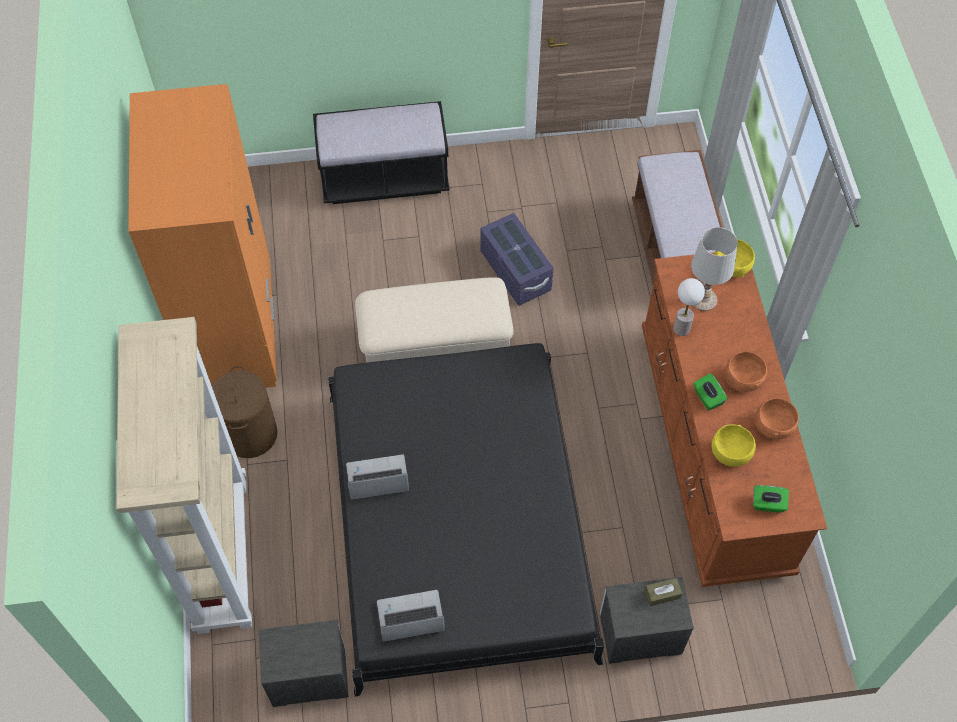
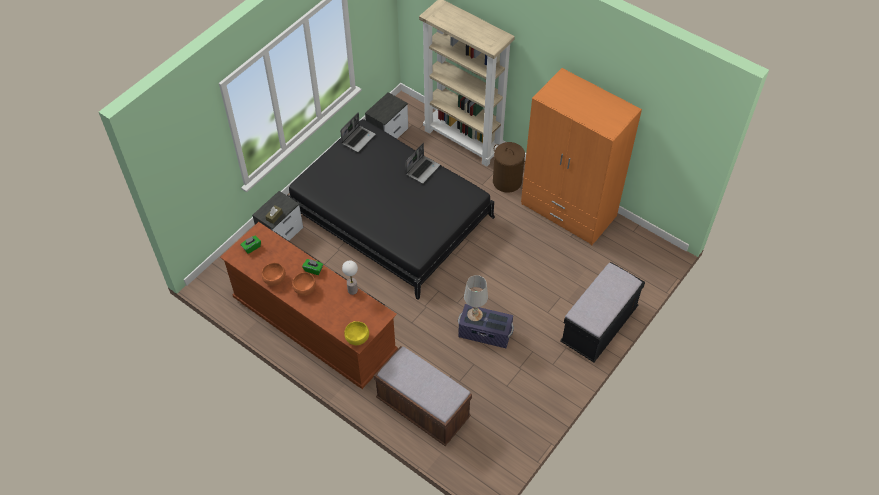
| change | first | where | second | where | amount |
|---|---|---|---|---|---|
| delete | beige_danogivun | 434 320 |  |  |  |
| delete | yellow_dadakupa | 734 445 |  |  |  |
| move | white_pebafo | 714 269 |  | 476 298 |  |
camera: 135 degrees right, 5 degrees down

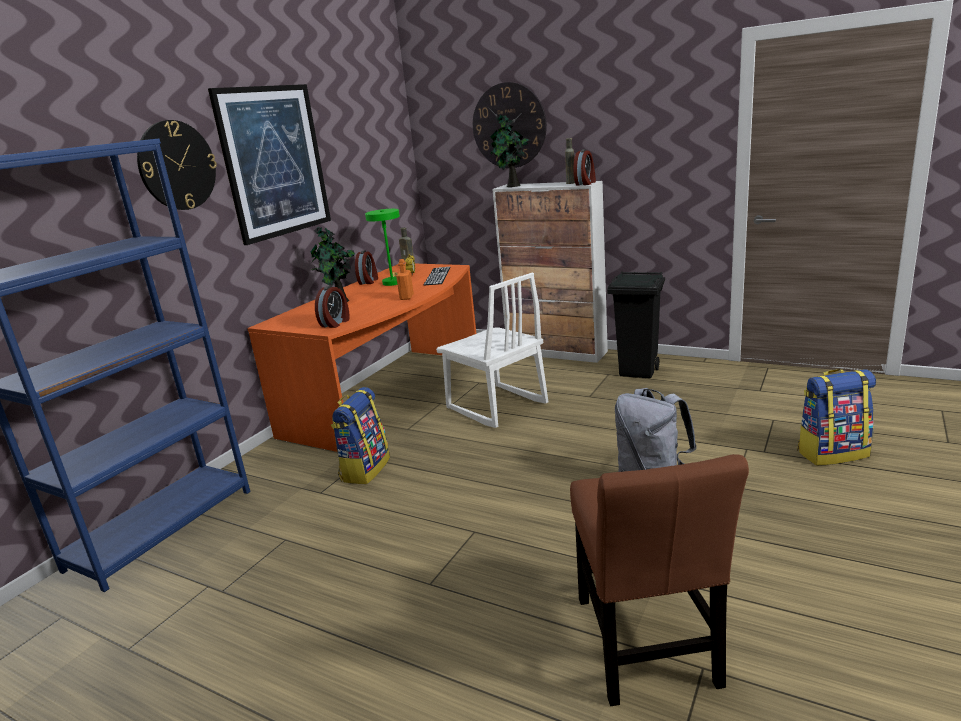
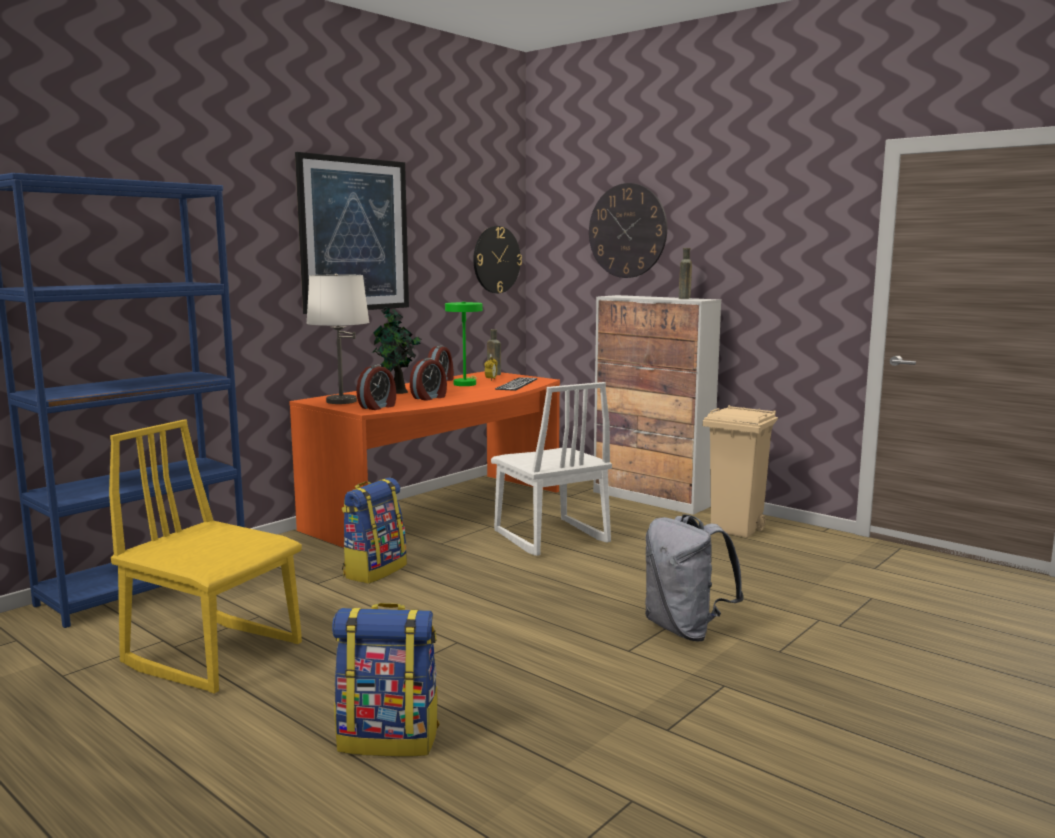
| change | first | where | second | where | amount |
|---|---|---|---|---|---|
| delete | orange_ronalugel | 405 279 |  |  |  |
| delete | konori | 510 150 |  |  |  |
| delete | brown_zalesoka | 659 580 |  |  |  |
| insert |  |  | yellow_zalesoka | 205 556 |  |
| insert |  |  | white_pebafo | 337 338 |  |
| move | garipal | 177 165 |  | 497 259 |  |
| move | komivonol | 584 167 |  | 428 379 |  |
| move | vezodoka | 837 417 |  | 386 680 |  |
| recolor | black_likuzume | 636 325 | beige_likuzume | 740 471 |  |
camera: 10 degrees right, 10 degrees down

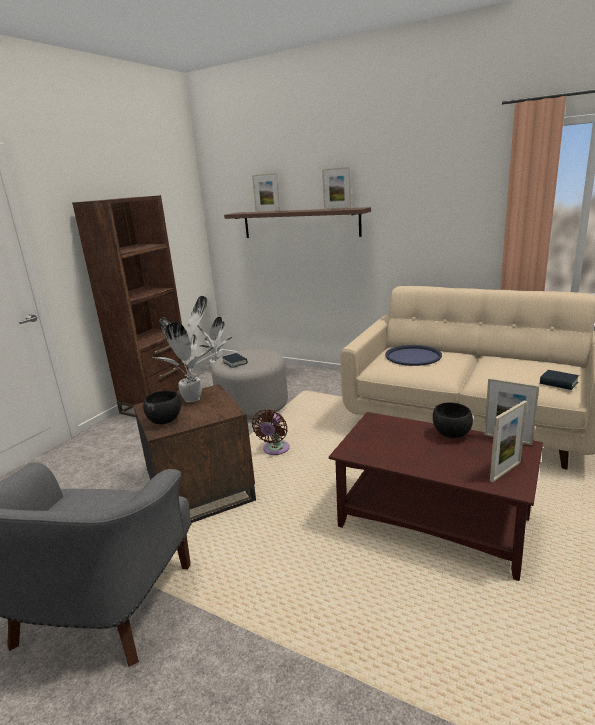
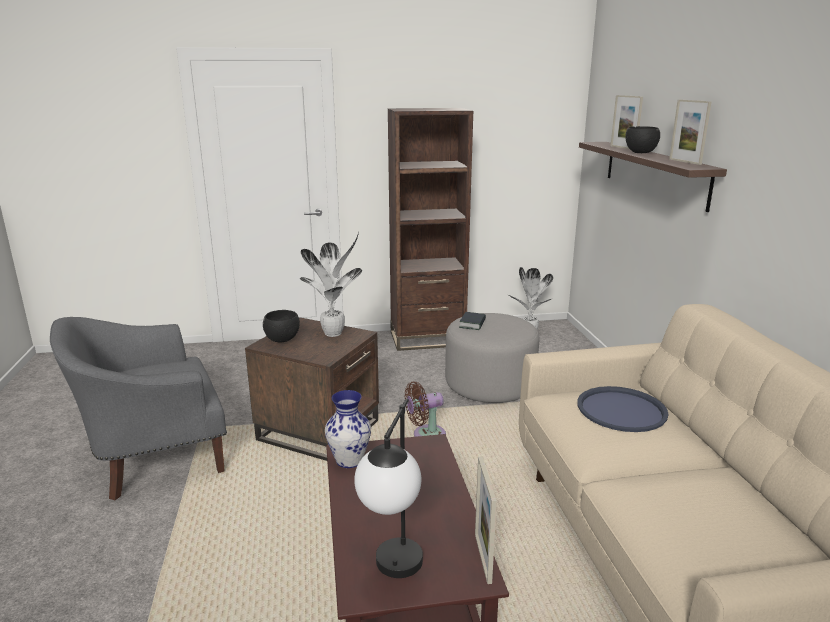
| change | first | where | second | where | amount |
|---|---|---|---|---|---|
| delete | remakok | 559 380 |  |  |  |
| insert |  |  | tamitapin | 348 429 |  |
| move | black_dadakupa | 453 420 |  | 642 139 |  |
| replace | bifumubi | 508 441 | pebafo | 388 488 |  |
camera: 50 degrees right, 0 degrees up

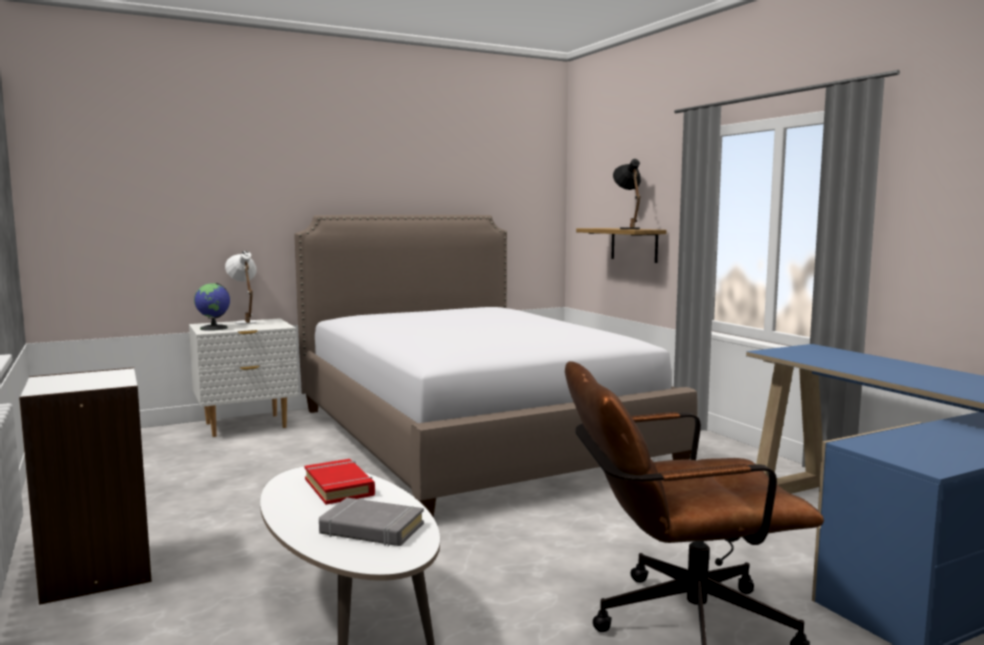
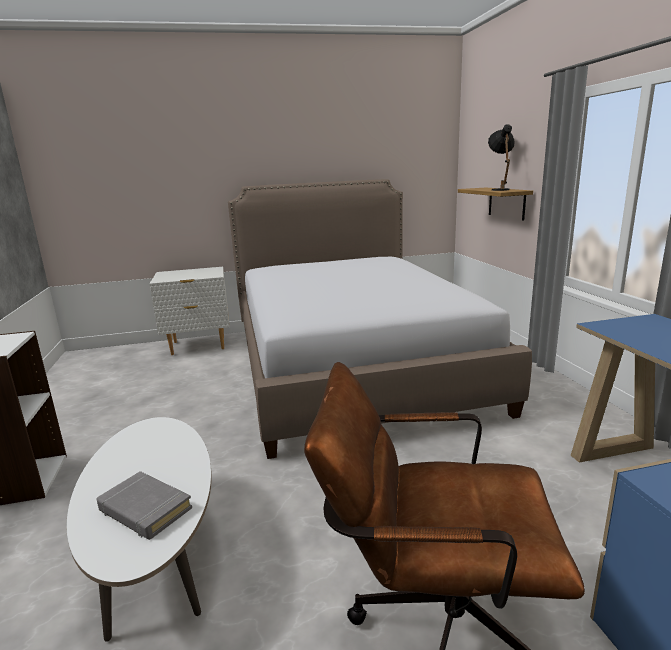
| change | first | where | second | where | amount |
|---|---|---|---|---|---|
| delete | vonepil | 212 307 |  |  |  |
| delete | white_pebafo | 241 288 |  |  |  |
| delete | red_remakok | 340 482 |  |  |  |
camera: 15 degrees right, 10 degrees up

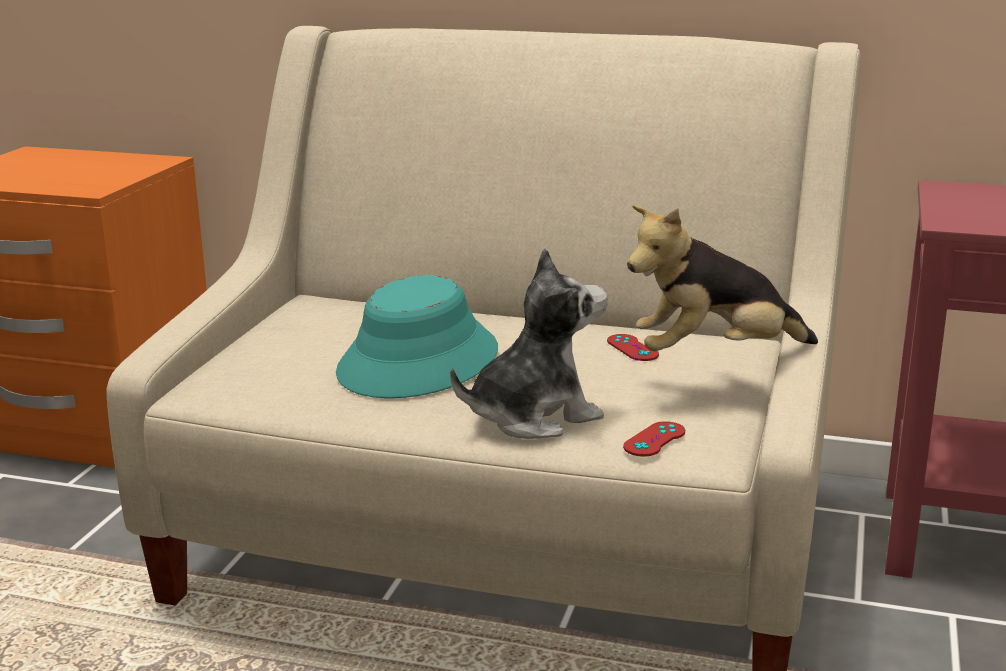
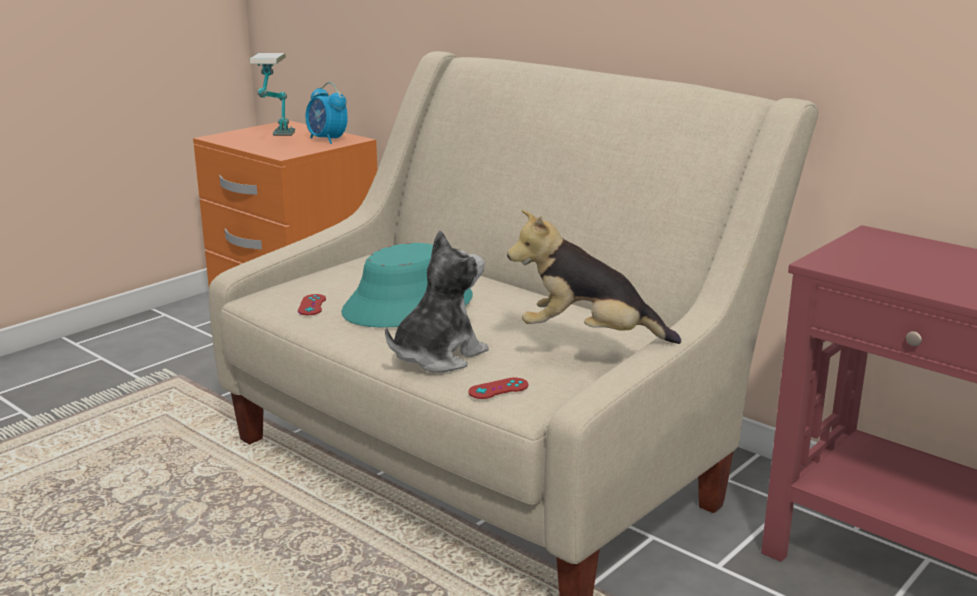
| change | first | where | second | where | amount |
|---|---|---|---|---|---|
| insert |  |  | pebafo | 272 94 |  |
| insert |  |  | komivonol | 327 113 |  |
| move | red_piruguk | 633 347 |  | 312 304 |  |
| rotate | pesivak | 529 343 |  | 436 301 | 45 degrees counterclockwise |
camera: 25 degrees right, 0 degrees up

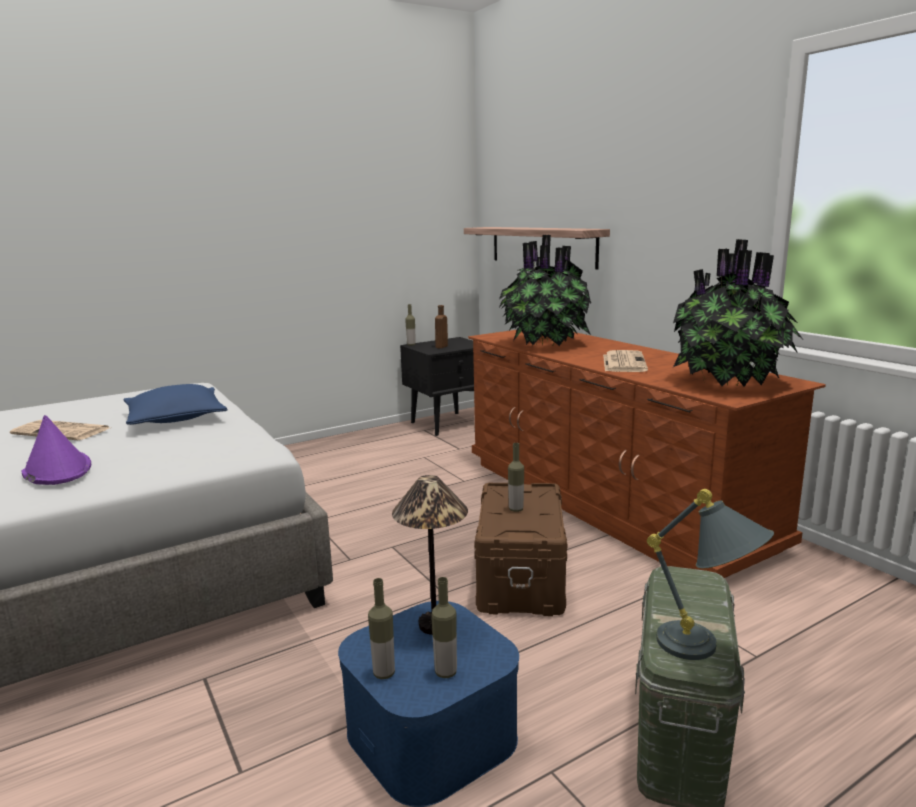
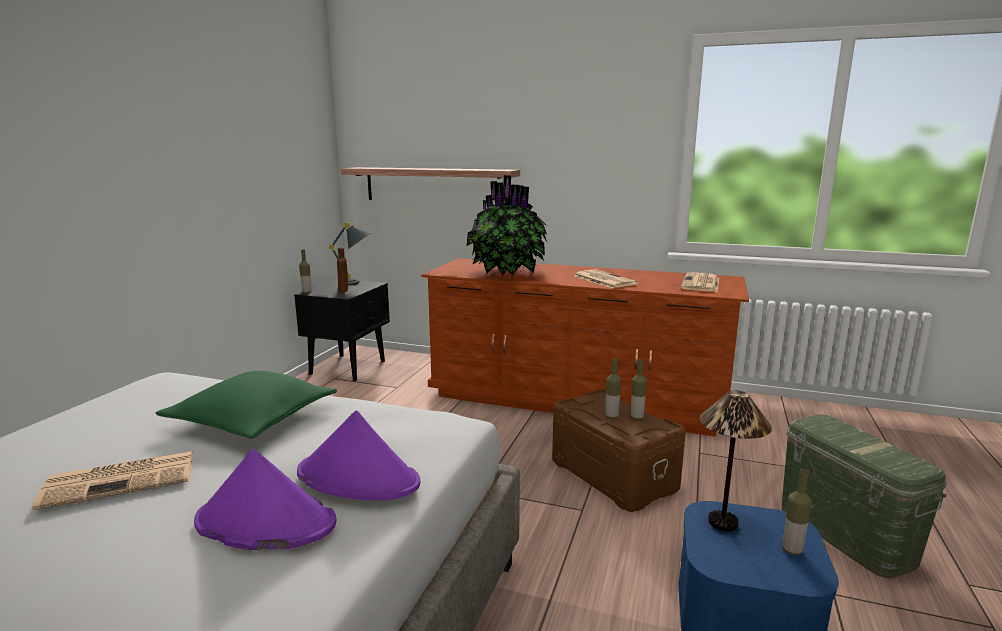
| change | first | where | second | where | amount |
|---|---|---|---|---|---|
| insert |  |  | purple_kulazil | 358 455 |  |
| move | ronalugel | 381 628 |  | 639 389 |  |
| move | grey_pebafo | 710 574 |  | 349 253 |  |
| replace | konori | 738 313 | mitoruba | 700 282 |  |
| recolor | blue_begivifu | 176 404 | green_begivifu | 246 405 |  |
camera: 40 degrees left, 0 degrees up

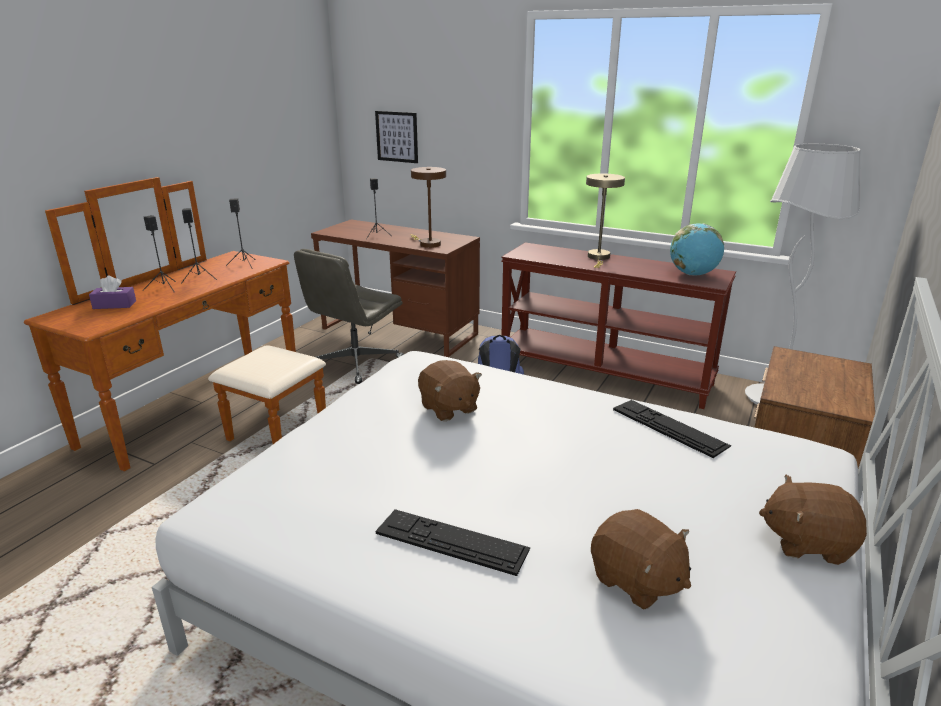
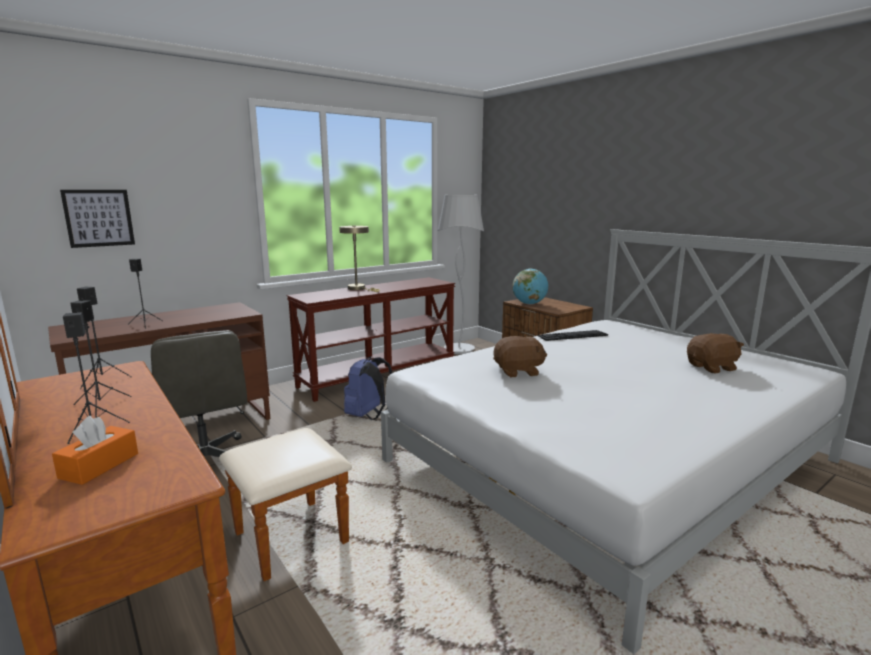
| change | first | where | second | where | amount |
|---|---|---|---|---|---|
| delete | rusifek | 453 542 |  |  |  |
| delete | brown_pebafo | 428 207 |  |  |  |
| delete | brown_pesivak | 813 520 |  |  |  |
| move | vonepil | 697 249 |  | 530 287 |  |
| recolor | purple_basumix | 112 292 | orange_basumix | 95 450 |  |
camera: 65 degrees left, 10 degrees down

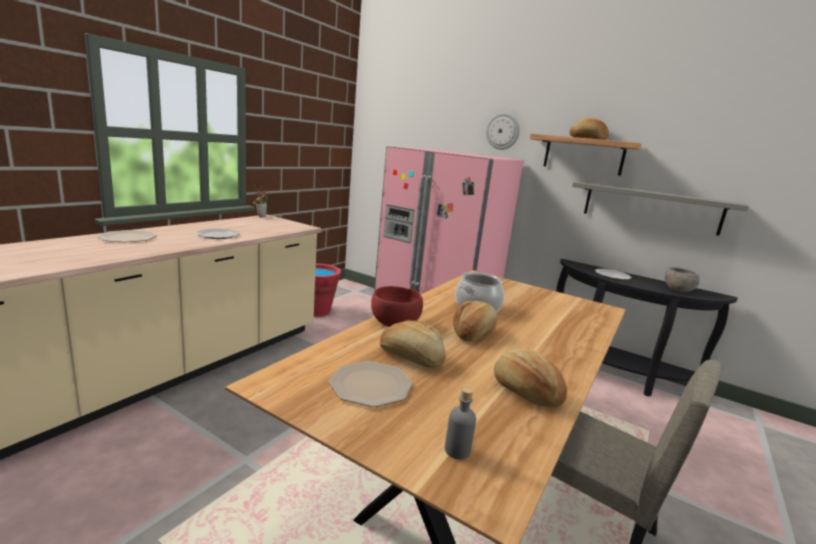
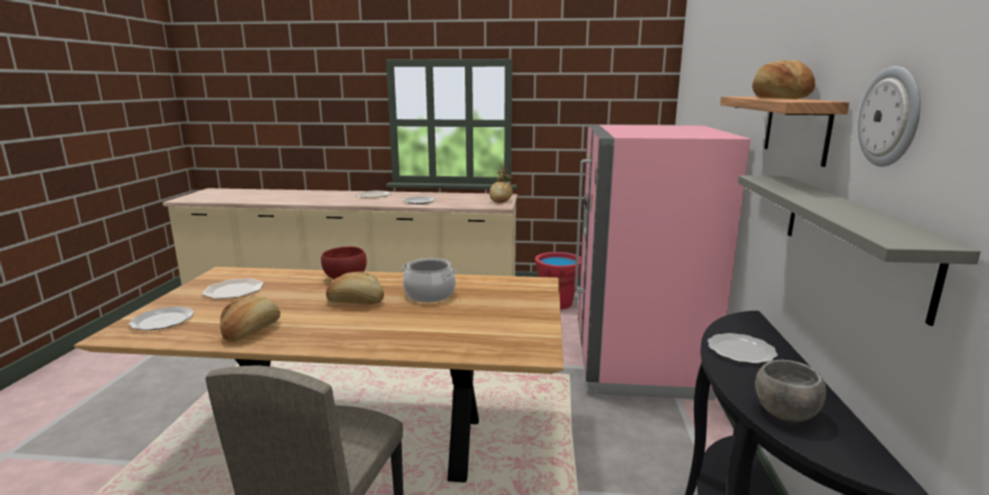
| change | first | where | second | where | amount |
|---|---|---|---|---|---|
| move | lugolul | 412 344 |  | 501 192 |  |
| move | garipal | 503 131 |  | 889 116 |  |
| replace | grey_ronalugel | 460 423 | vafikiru | 161 318 |  |
camera: 65 degrees right, 0 degrees up

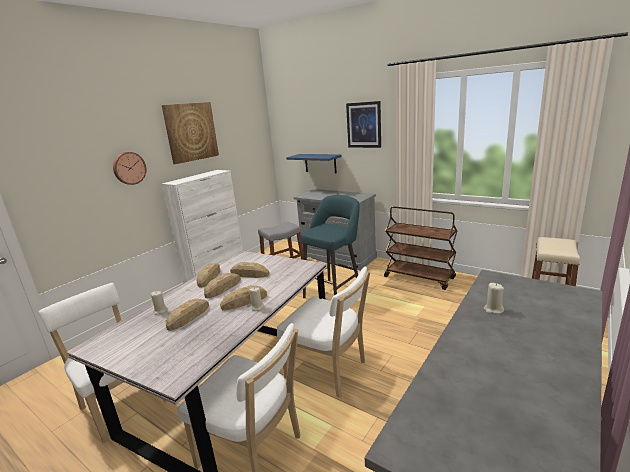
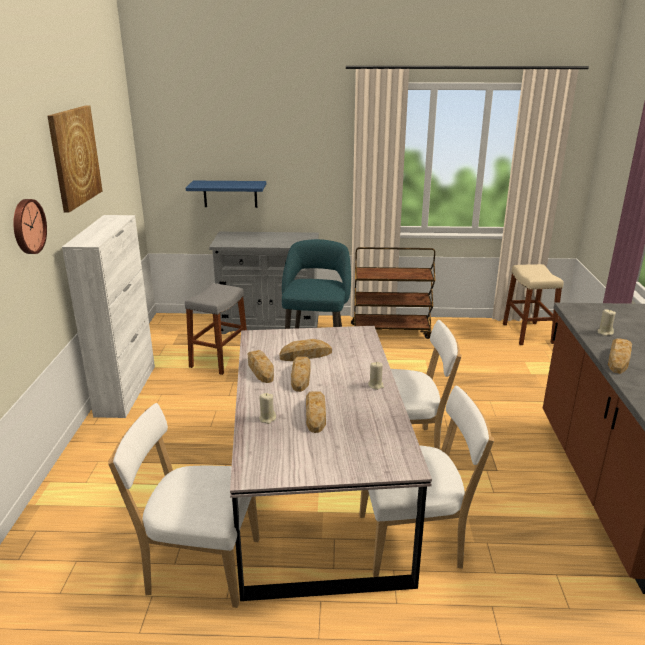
| change | first | where | second | where | amount |
|---|---|---|---|---|---|
| delete | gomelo | 363 124 |  |  |  |
| move | lugolul | 243 297 |  | 620 356 |  |
camera: 35 degrees left, 5 degrees up

